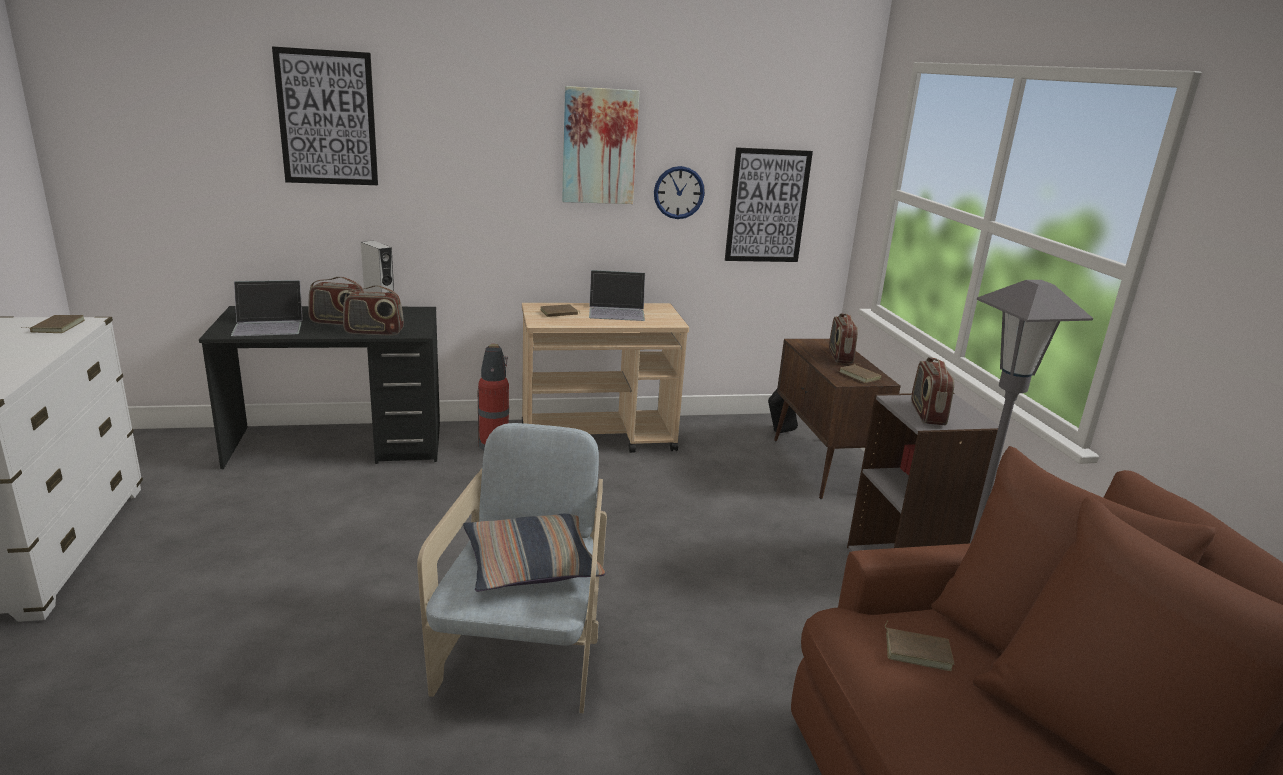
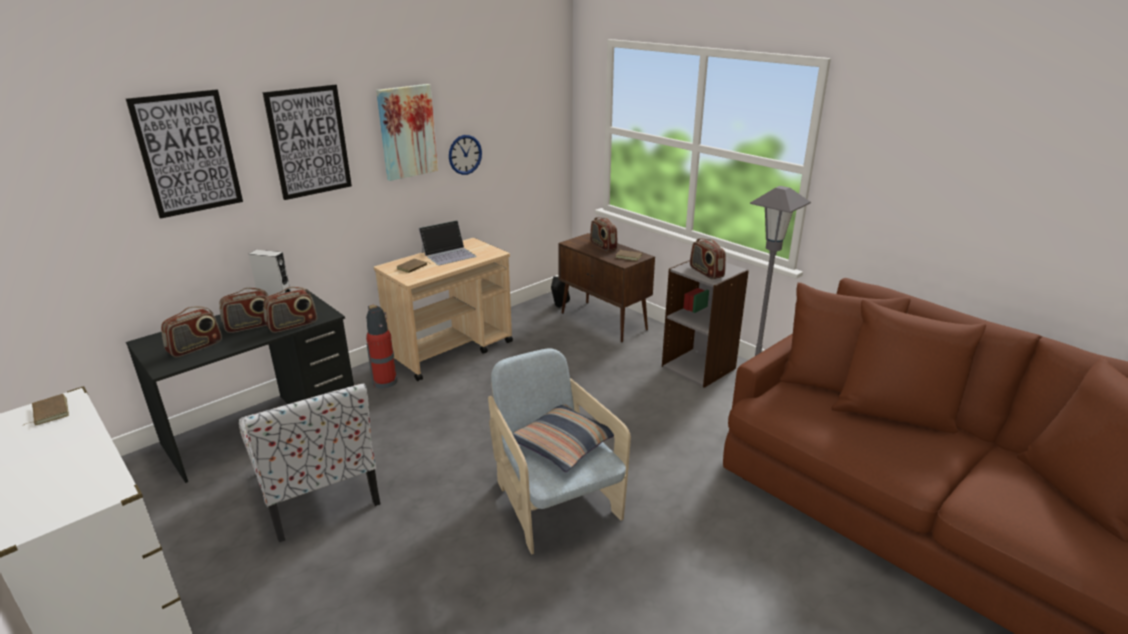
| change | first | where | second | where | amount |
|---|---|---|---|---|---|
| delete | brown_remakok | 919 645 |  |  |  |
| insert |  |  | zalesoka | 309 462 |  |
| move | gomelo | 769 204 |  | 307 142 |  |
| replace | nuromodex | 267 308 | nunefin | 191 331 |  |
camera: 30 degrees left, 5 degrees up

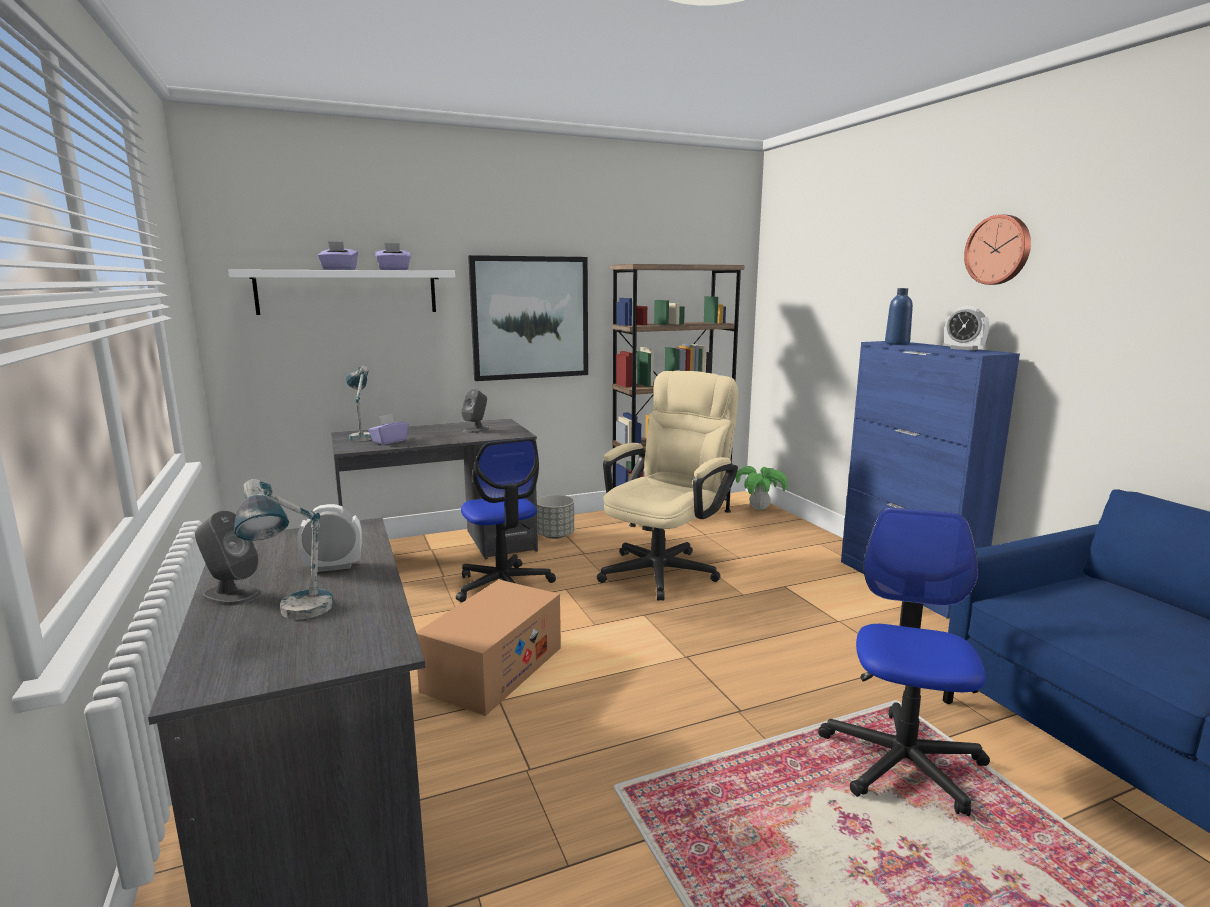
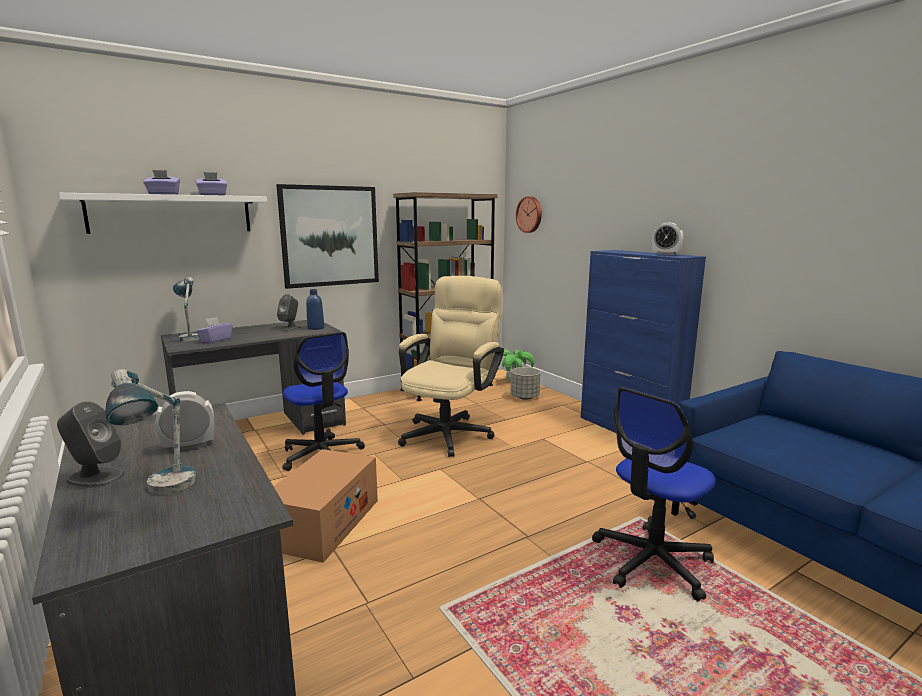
| change | first | where | second | where | amount |
|---|---|---|---|---|---|
| move | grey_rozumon | 555 517 |  | 525 383 |  |
| move | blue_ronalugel | 899 316 |  | 315 309 |  |
| move | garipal | 997 249 |  | 529 214 |  |
| rotate | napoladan | 904 661 |  | 654 494 | 135 degrees counterclockwise |
camera: 10 degrees left, 0 degrees up

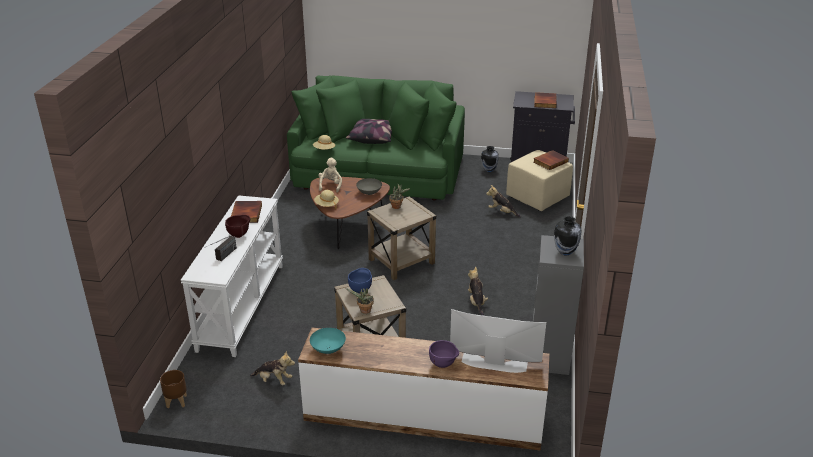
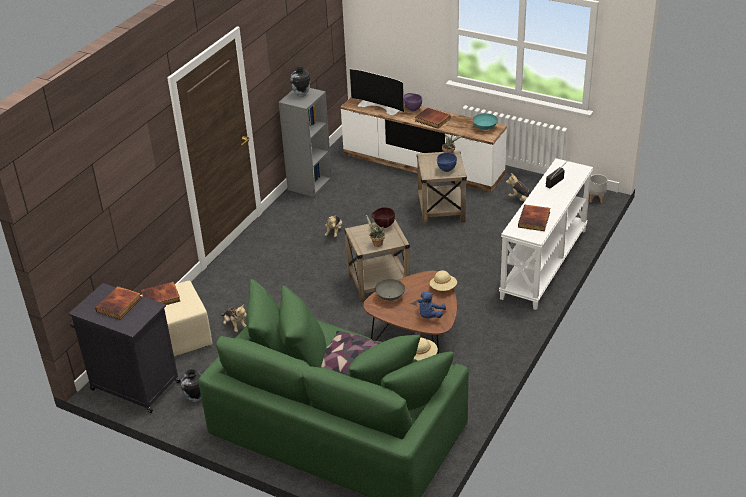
| change | first | where | second | where | amount |
|---|---|---|---|---|---|
| insert |  |  | remakok | 433 118 |  |
| move | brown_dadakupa | 237 226 |  | 383 217 |  |
| recolor | brown_rozumon | 173 389 | grey_rozumon | 598 188 |  |
| recolor | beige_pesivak | 330 175 | blue_pesivak | 431 305 |  |
camera: 160 degrees left, 5 degrees up

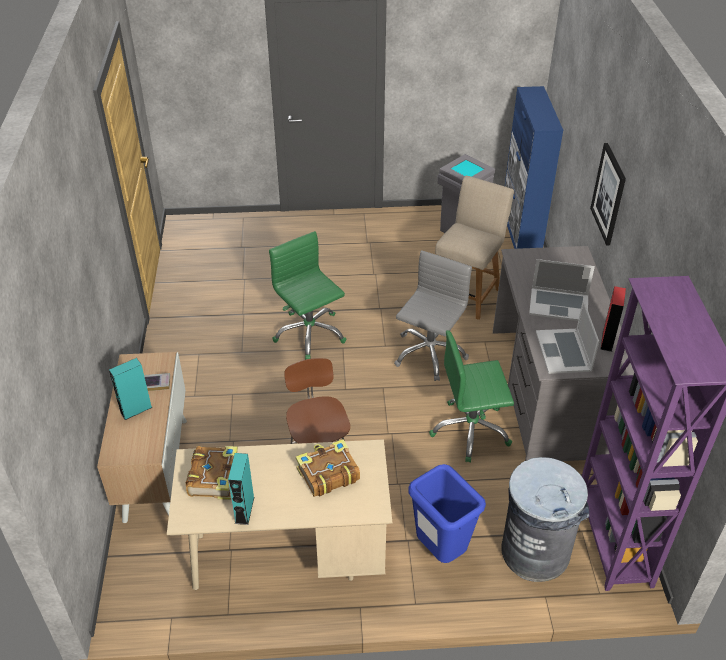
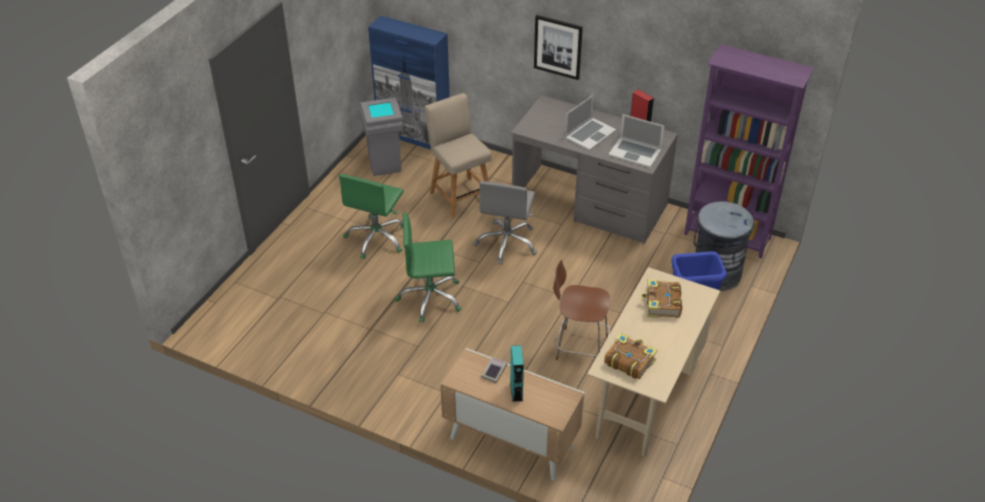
| change | first | where | second | where | amount |
|---|---|---|---|---|---|
| delete | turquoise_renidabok | 241 489 |  |  |  |
| move | green_napoladan | 471 396 |  | 371 216 |  |
| rotate | grey_napoladan | 433 315 |  | 505 223 | 135 degrees counterclockwise |
camera: 60 degrees left, 0 degrees up

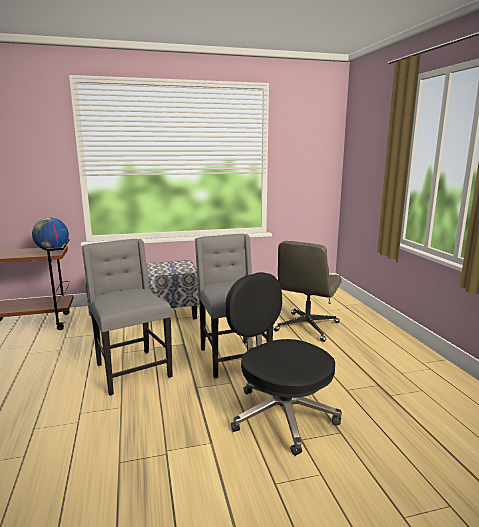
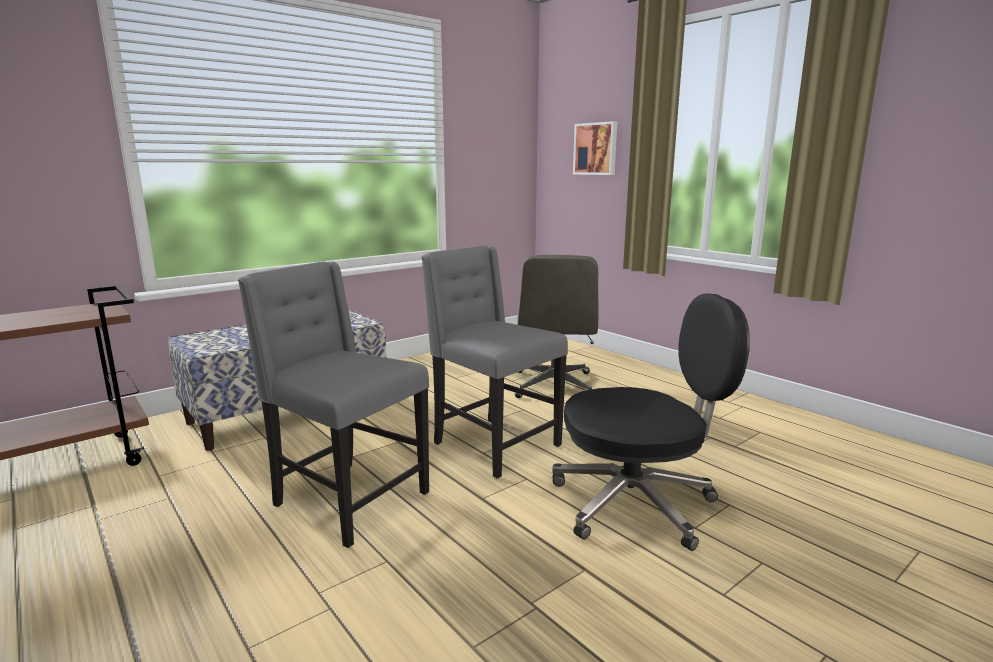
| change | first | where | second | where | amount |
|---|---|---|---|---|---|
| delete | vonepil | 50 234 |  |  |  |
| insert |  |  | gomelo | 595 148 |  |
| rotate | black_napoladan | 283 364 |  | 651 422 | 150 degrees clockwise |
camera: 25 degrees left, 0 degrees up

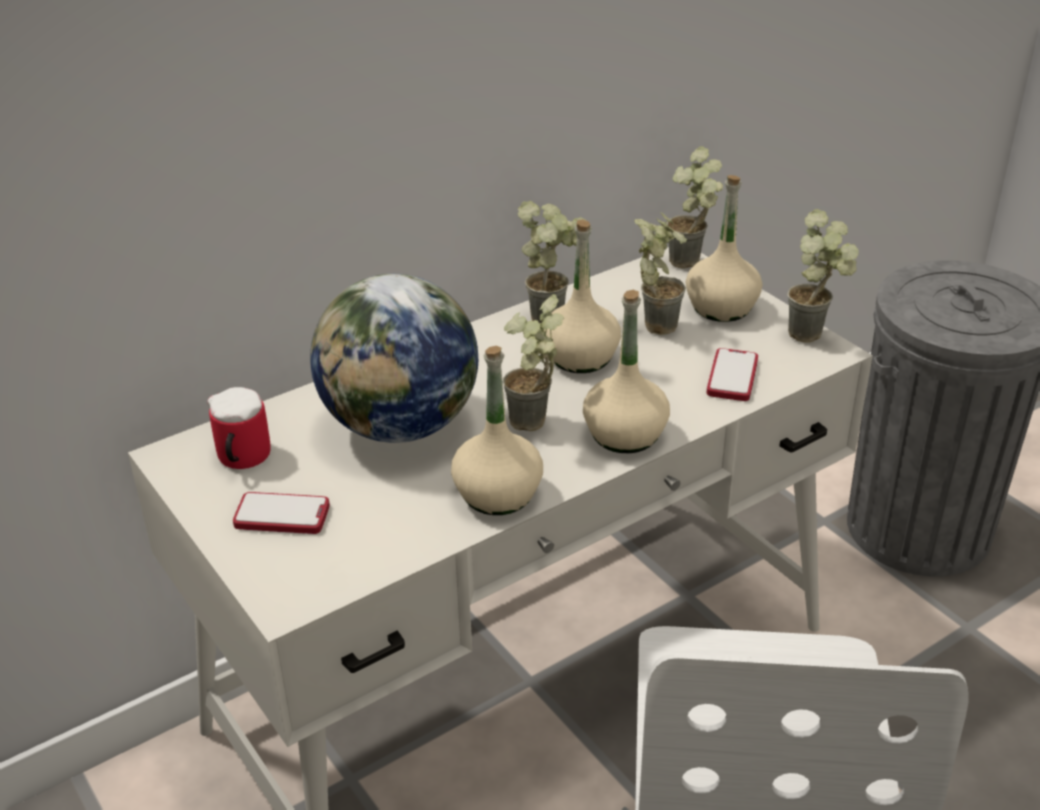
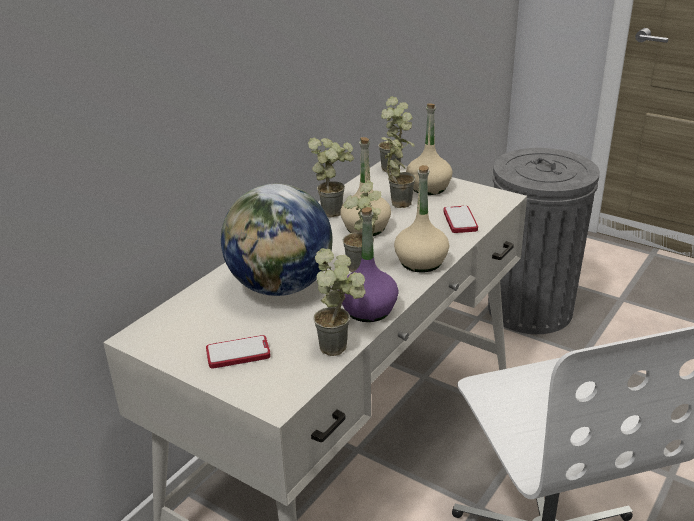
| change | first | where | second | where | amount |
|---|---|---|---|---|---|
| delete | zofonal | 239 428 |  |  |  |
| move | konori | 823 276 |  | 339 302 |  |
| recolor | beige_ronalugel | 497 430 | purple_ronalugel | 369 264 |  |
camera: 20 degrees left, 5 degrees down

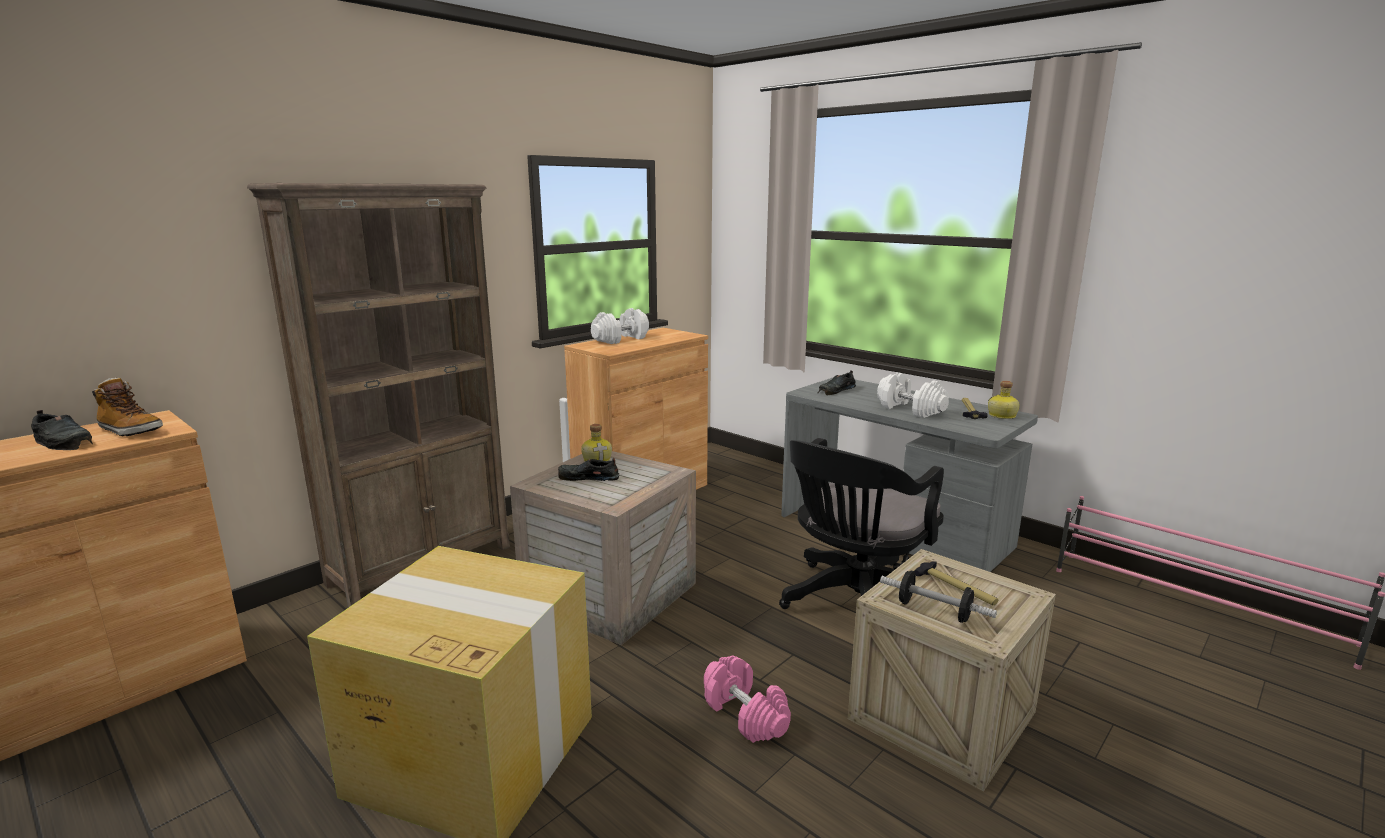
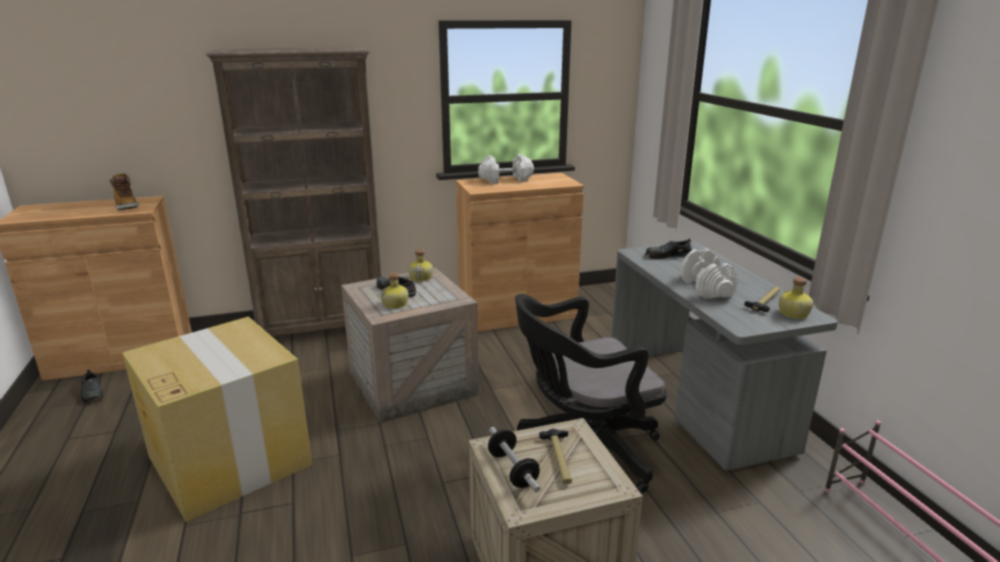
| change | first | where | second | where | amount |
|---|---|---|---|---|---|
| delete | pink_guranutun | 747 699 |  |  |  |
| insert |  |  | ronalugel | 395 291 |  |
| move | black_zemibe | 62 430 |  | 92 387 |  |
camera: 30 degrees right, 5 degrees up

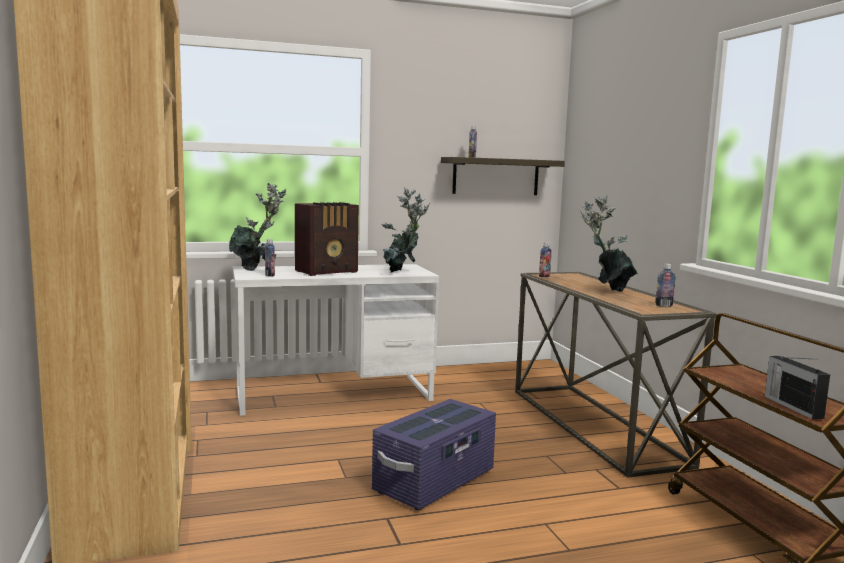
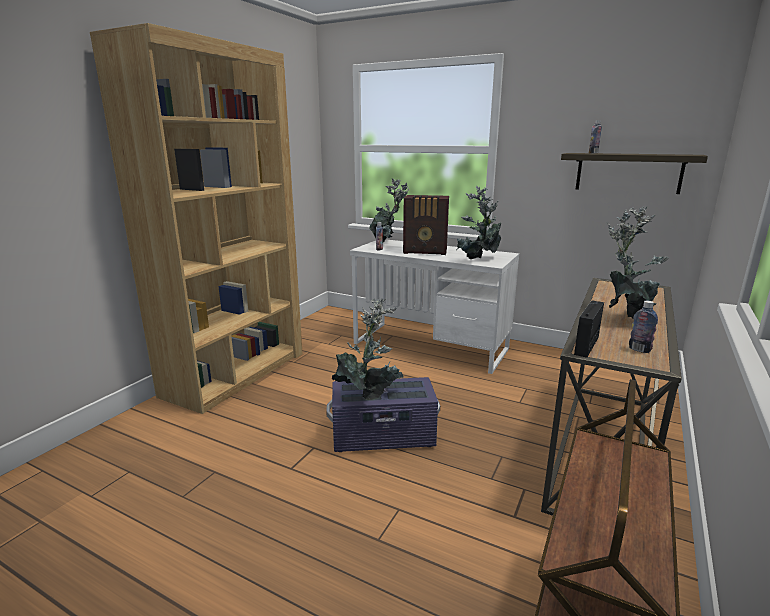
| change | first | where | second | where | amount |
|---|---|---|---|---|---|
| delete | ronalugel | 545 259 |  |  |  |
| insert |  |  | konori | 368 349 |  |
| move | nunefin | 797 387 |  | 589 329 |  |
camera: 45 degrees right, 10 degrees up

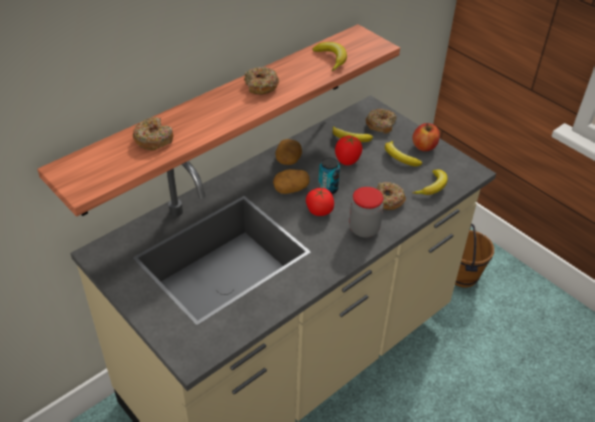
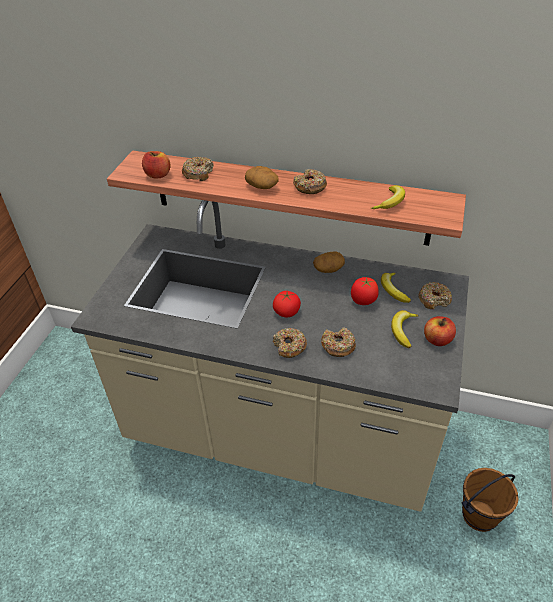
| change | first | where | second | where | amount |
|---|---|---|---|---|---|
| delete | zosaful | 329 175 |  |  |  |
| delete | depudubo | 430 182 |  |  |  |
| insert |  |  | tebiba | 156 165 |  |
| move | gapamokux | 291 181 |  | 262 177 |  |
| replace | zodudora | 366 212 | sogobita | 290 343 |  |
camera: 60 degrees right, 0 degrees up

